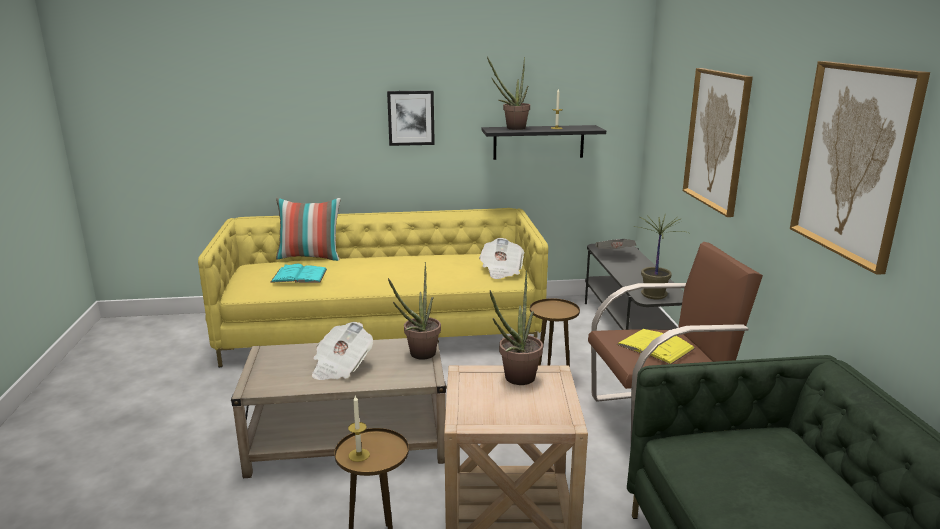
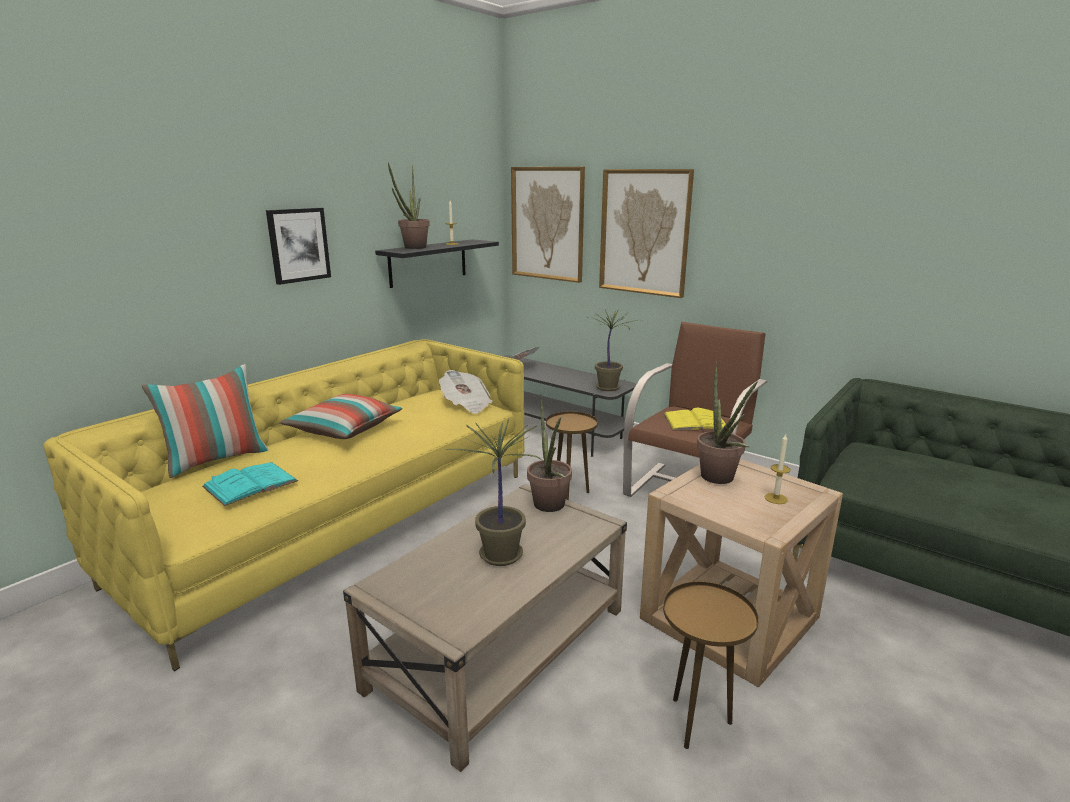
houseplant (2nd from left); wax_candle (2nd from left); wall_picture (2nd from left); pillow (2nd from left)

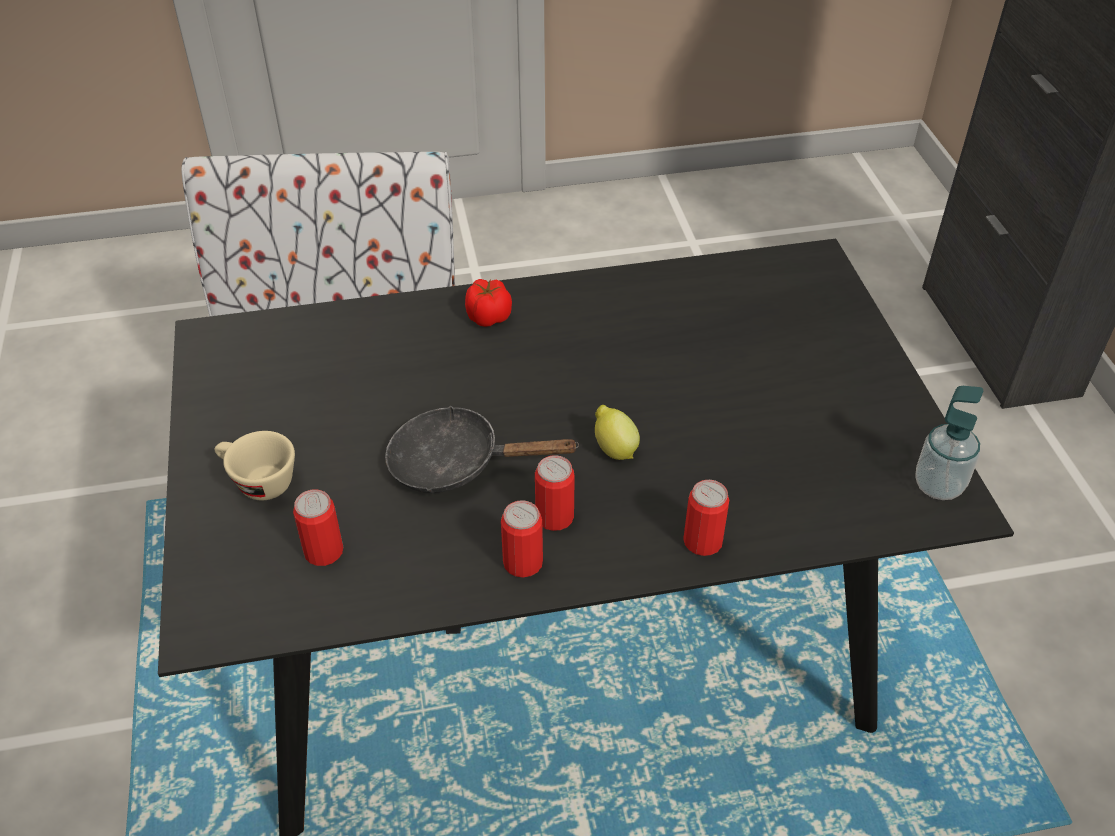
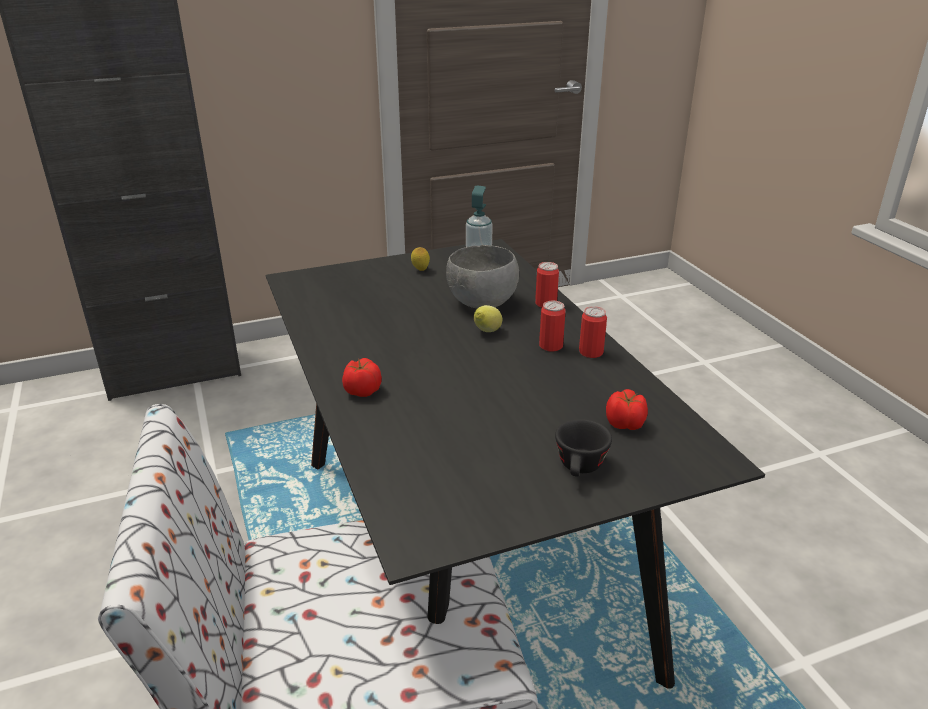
black-coloured_drinking_cup; tomato (2nd from left); black-coloured_skillet; whole_lemon (1st from left); gray_deep_dish

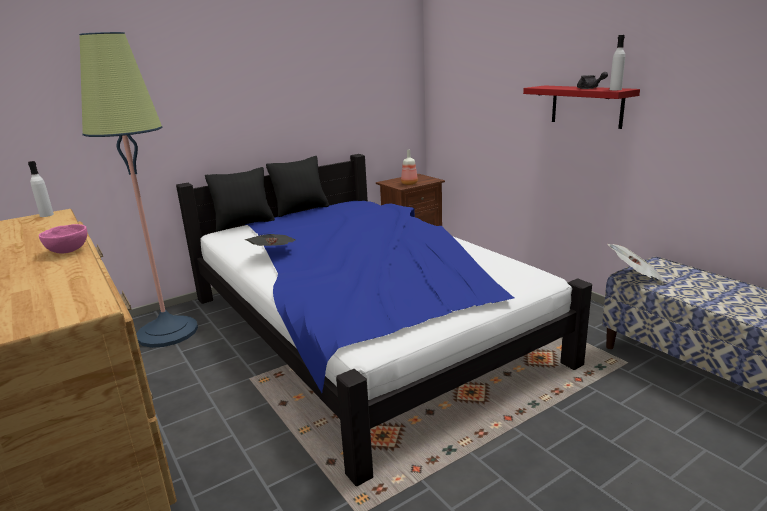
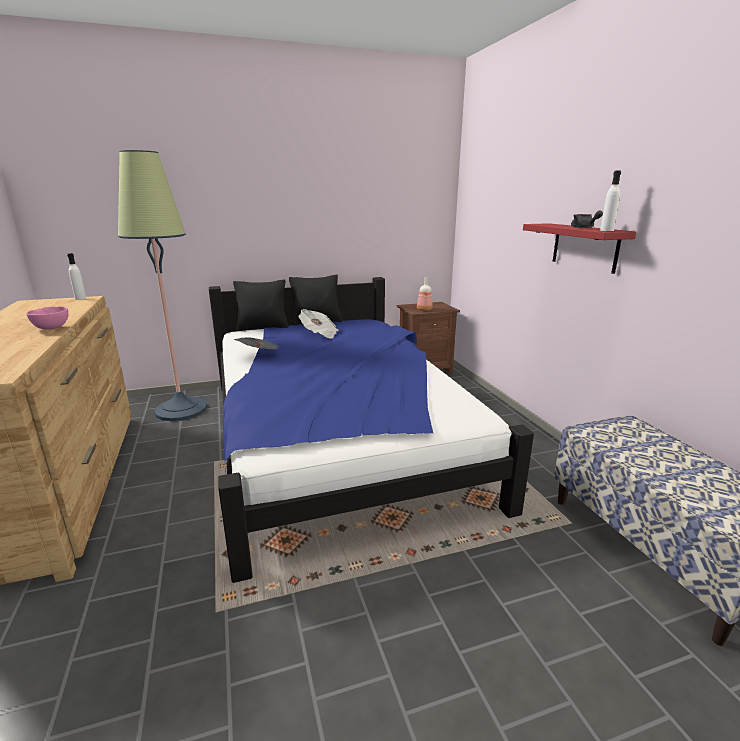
daily_paper (2nd from left)

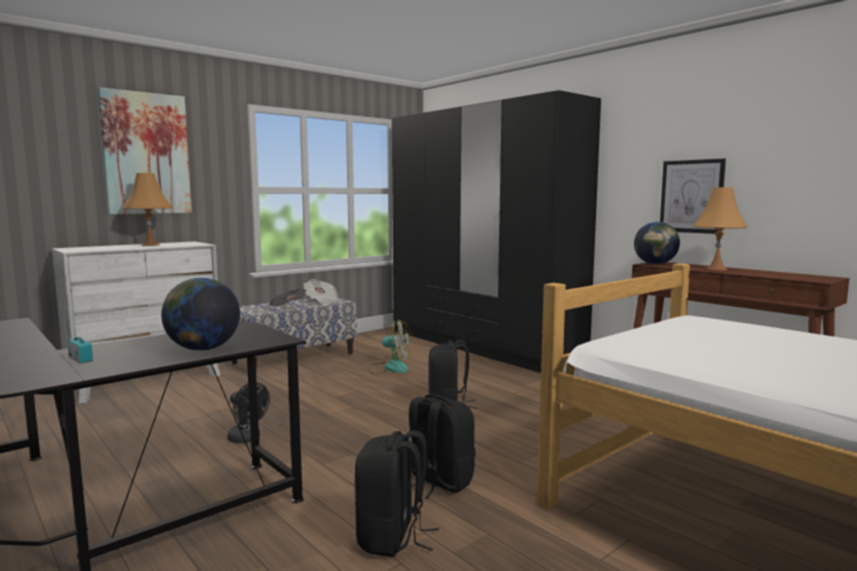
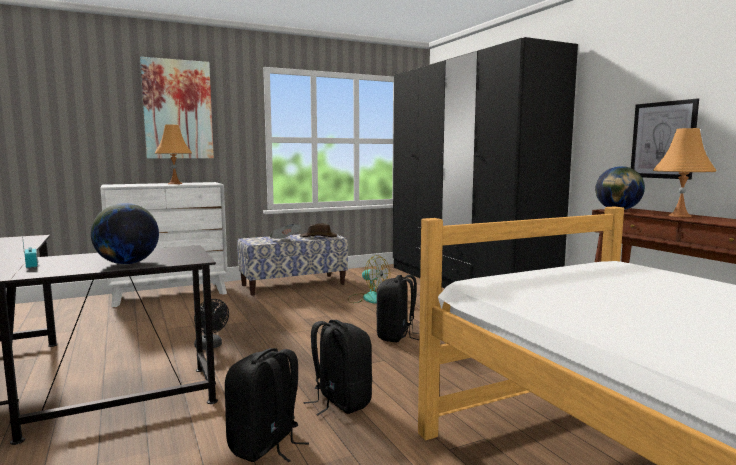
brown-coloured_clothing_hat

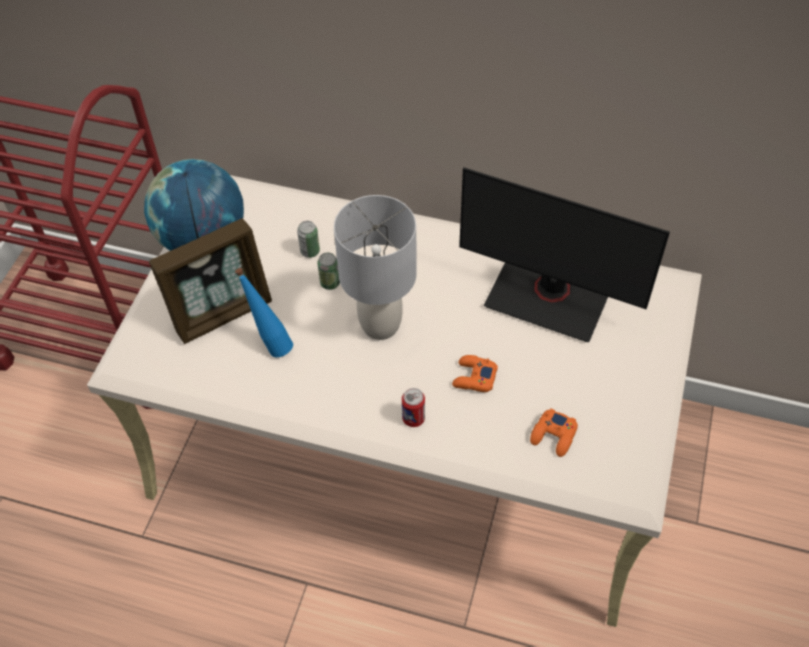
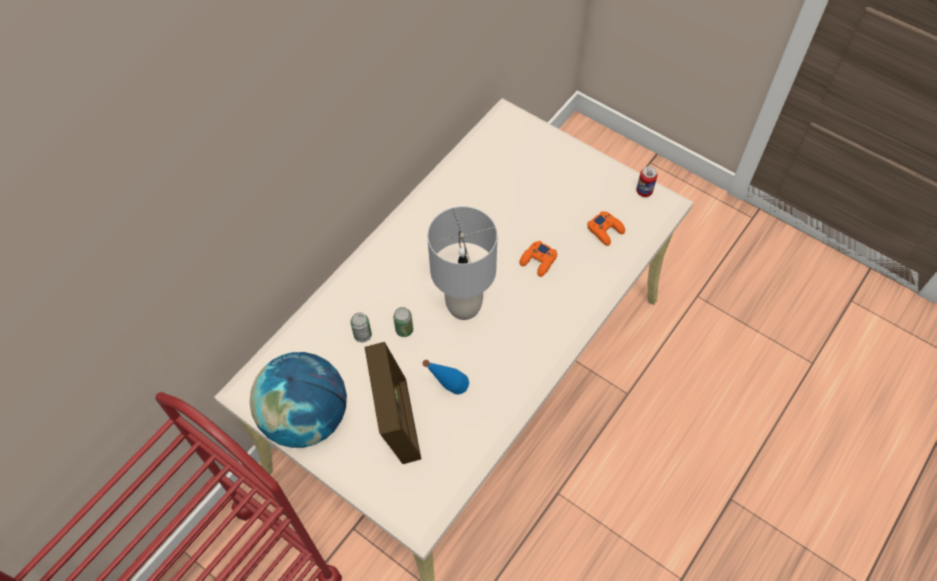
metal_can (3rd from left); computer_display

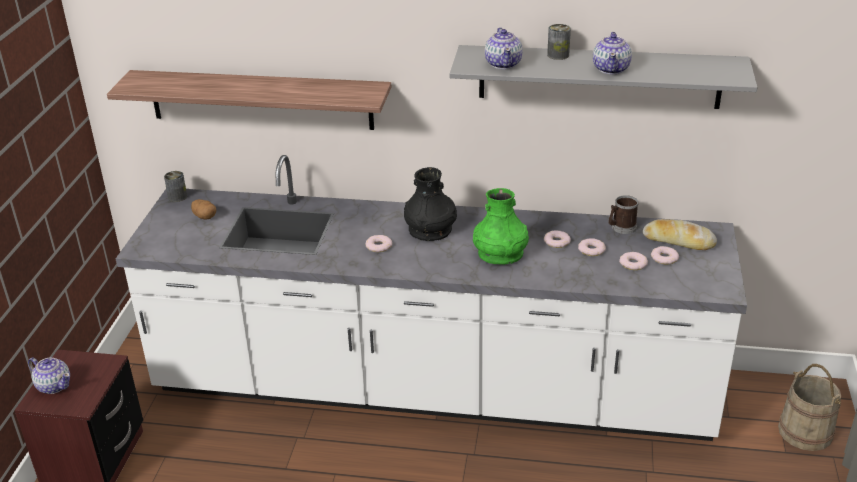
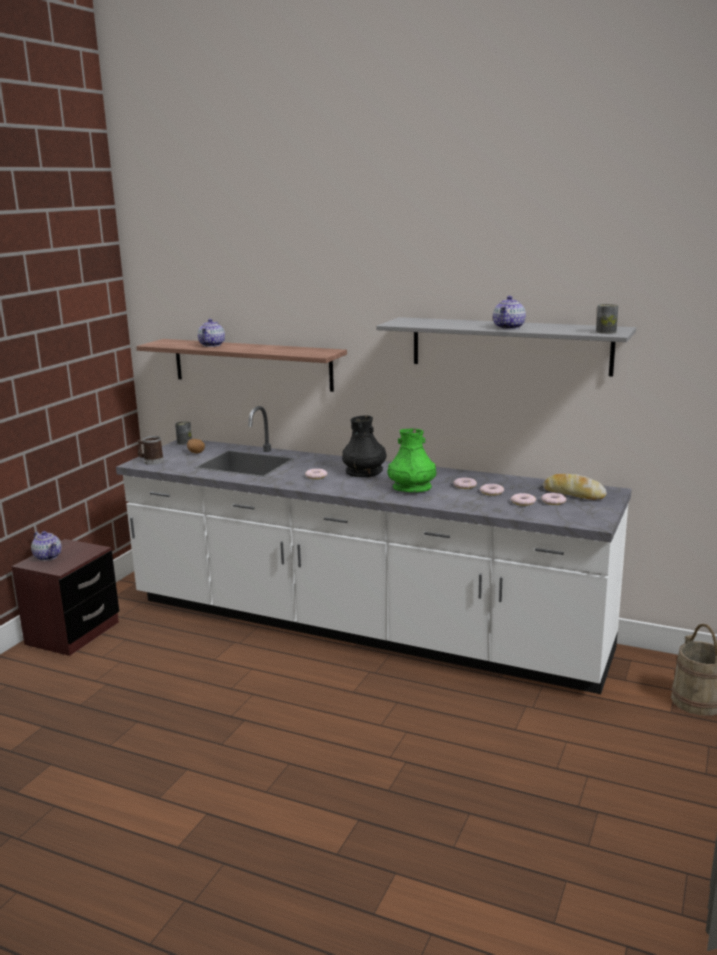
pot_for_tea (2nd from left); metal_can (2nd from left); coffee_mug

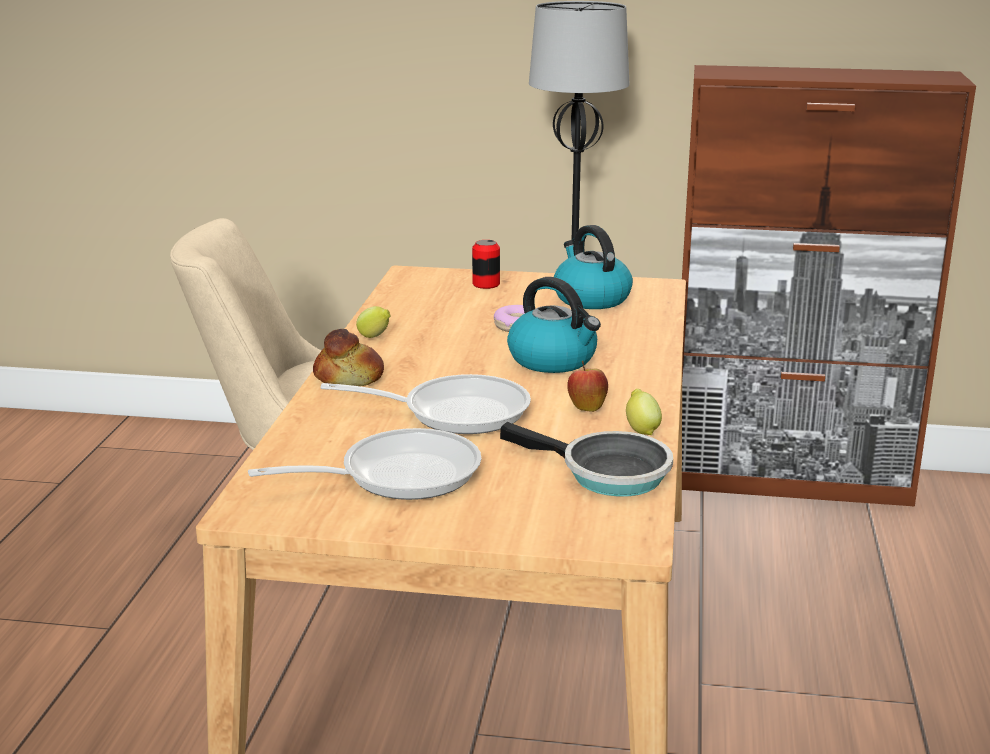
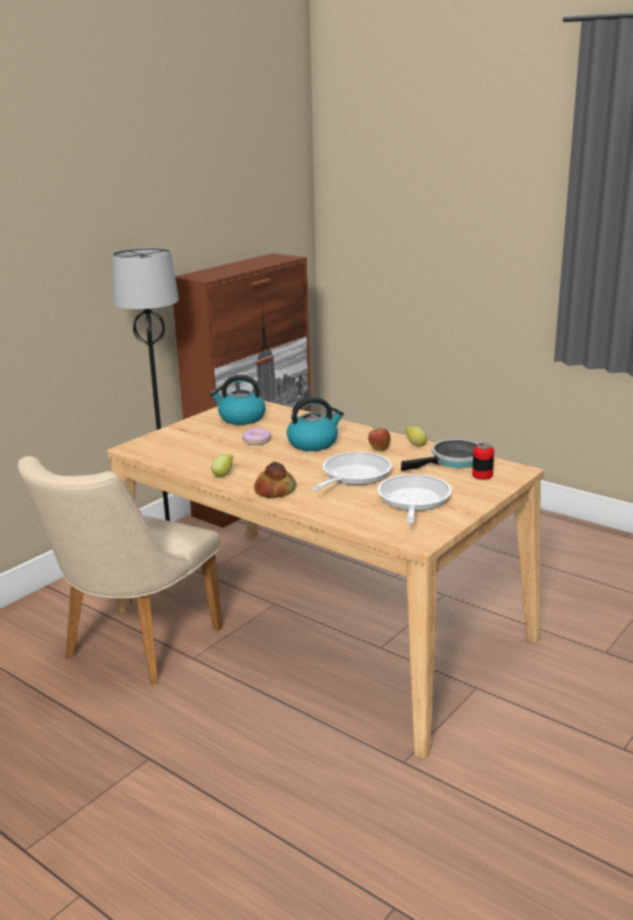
metal_can

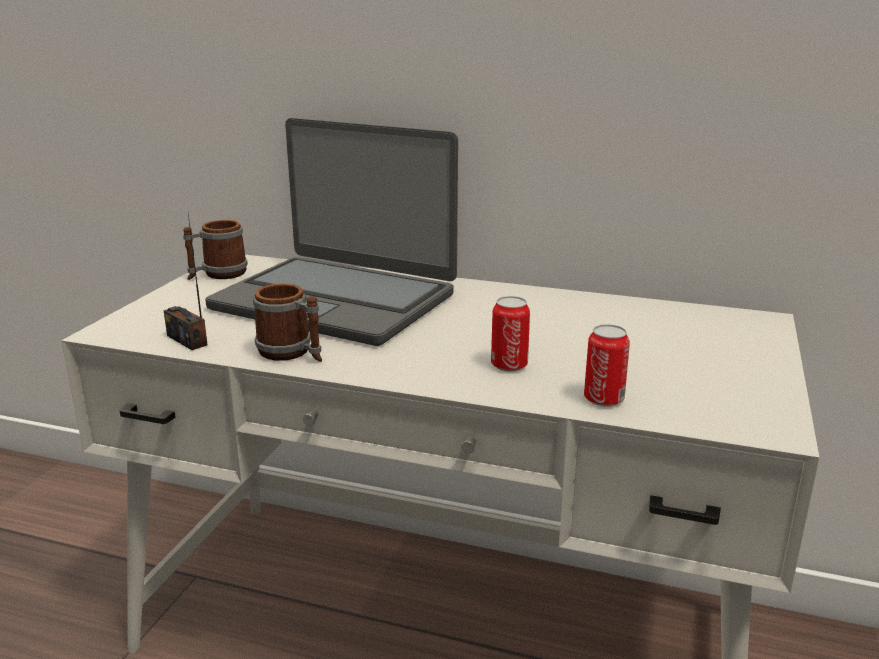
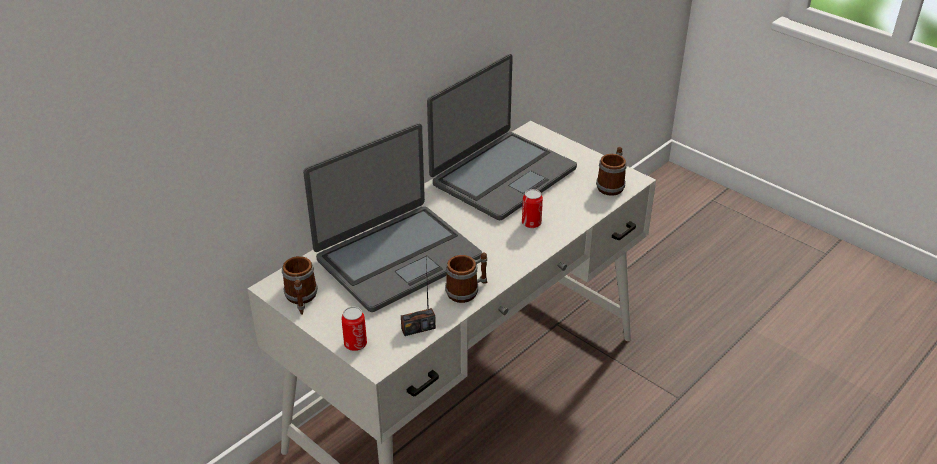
metal_can (1st from left); laptop (2nd from left); coffee_mug (3rd from left)

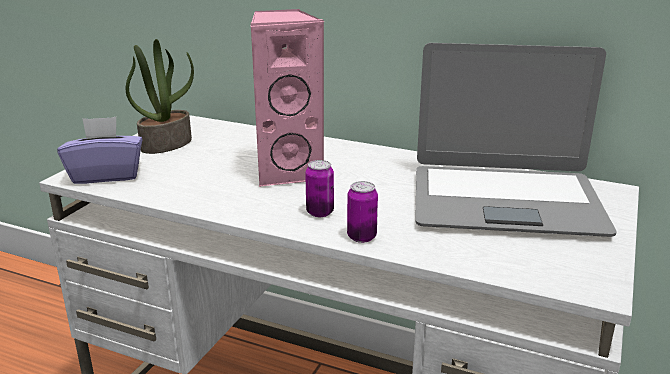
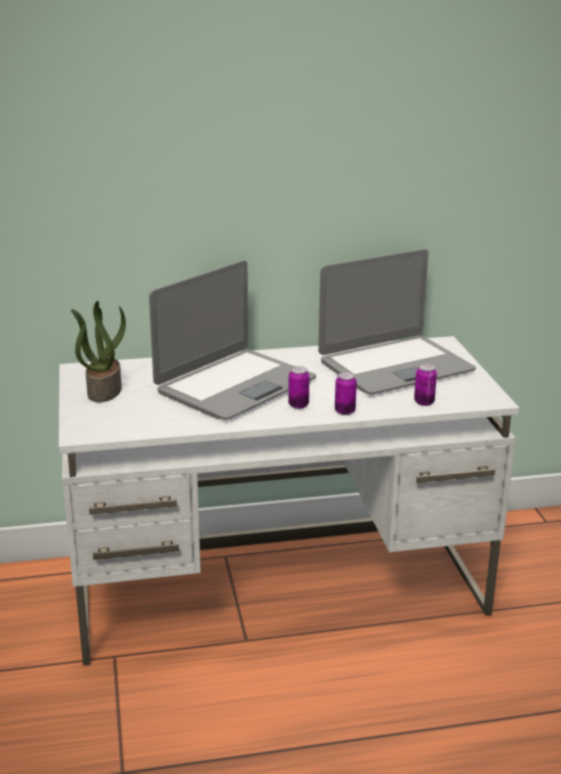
purple_tissue_box; laptop (1st from left); metal_can (3rd from left)

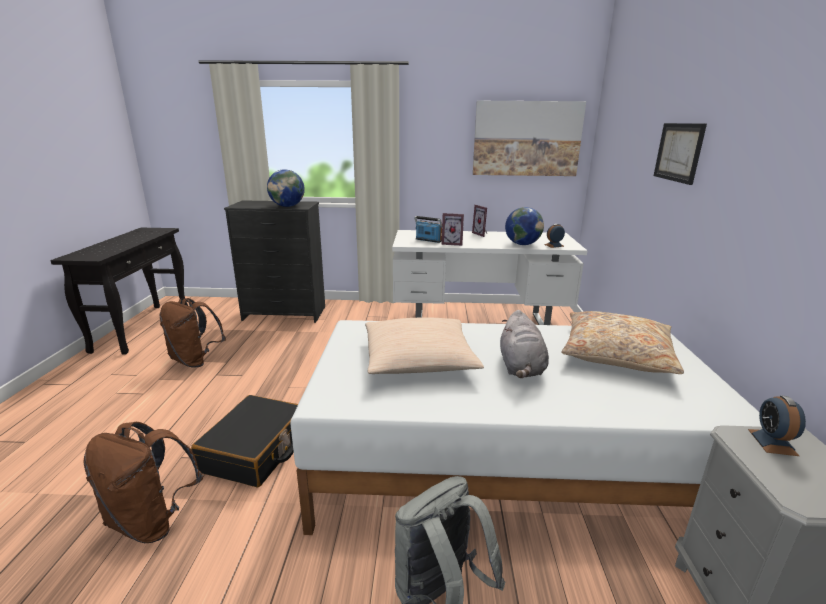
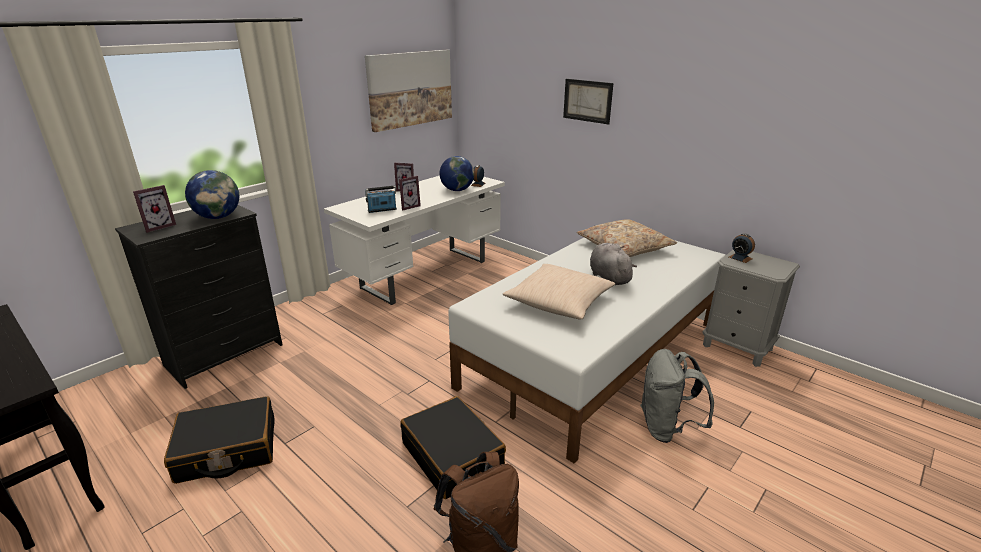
black-coloured_suitcase (1st from left); gray_plush_toy; standing_frame (1st from left)

